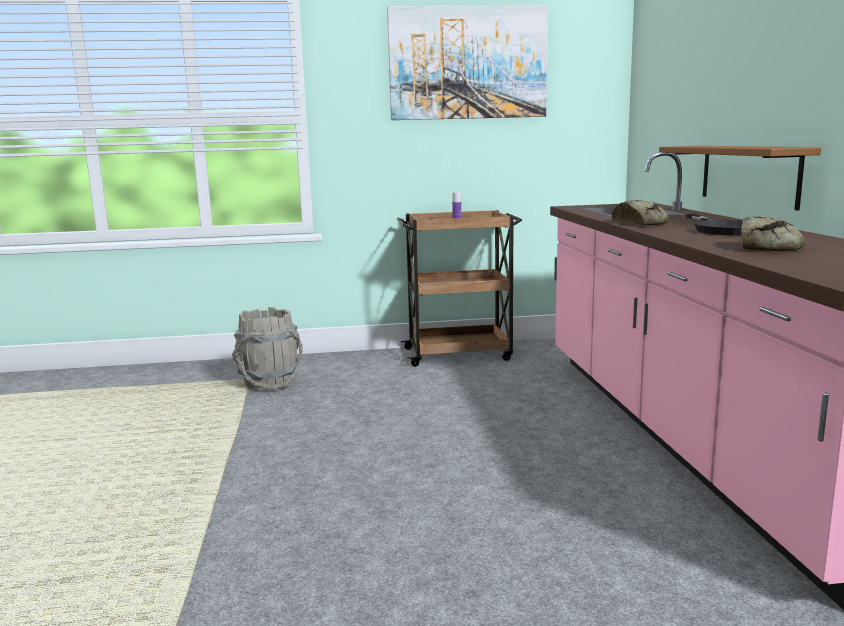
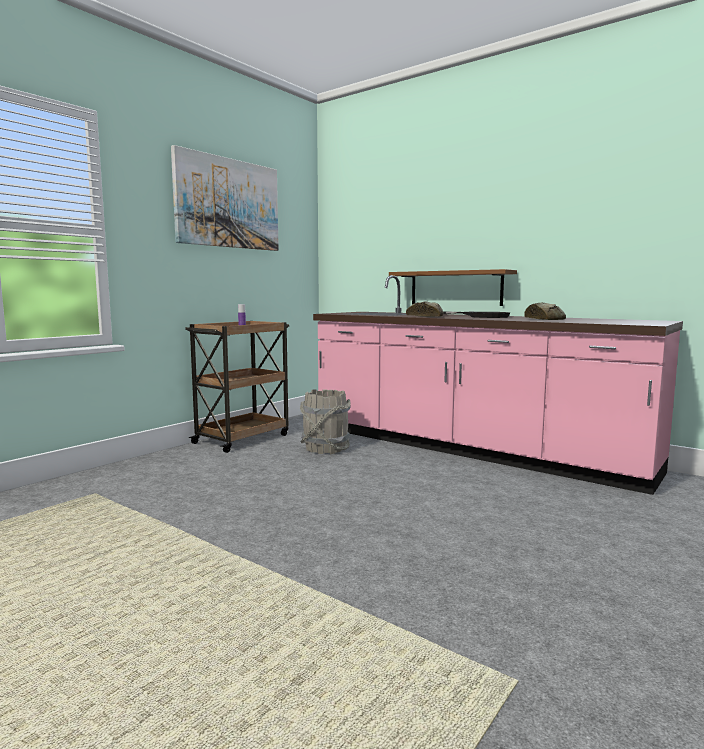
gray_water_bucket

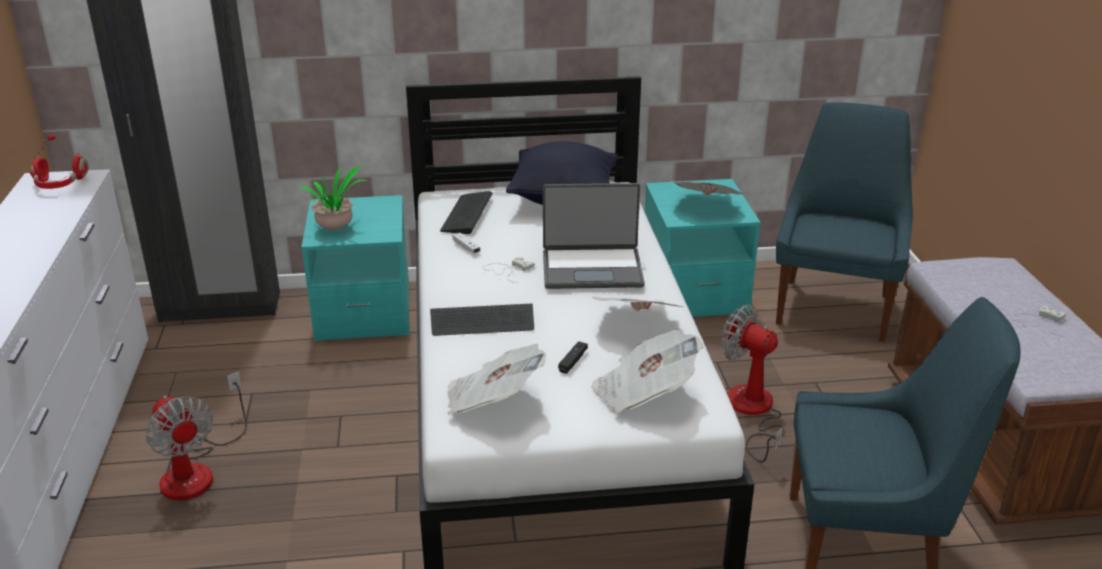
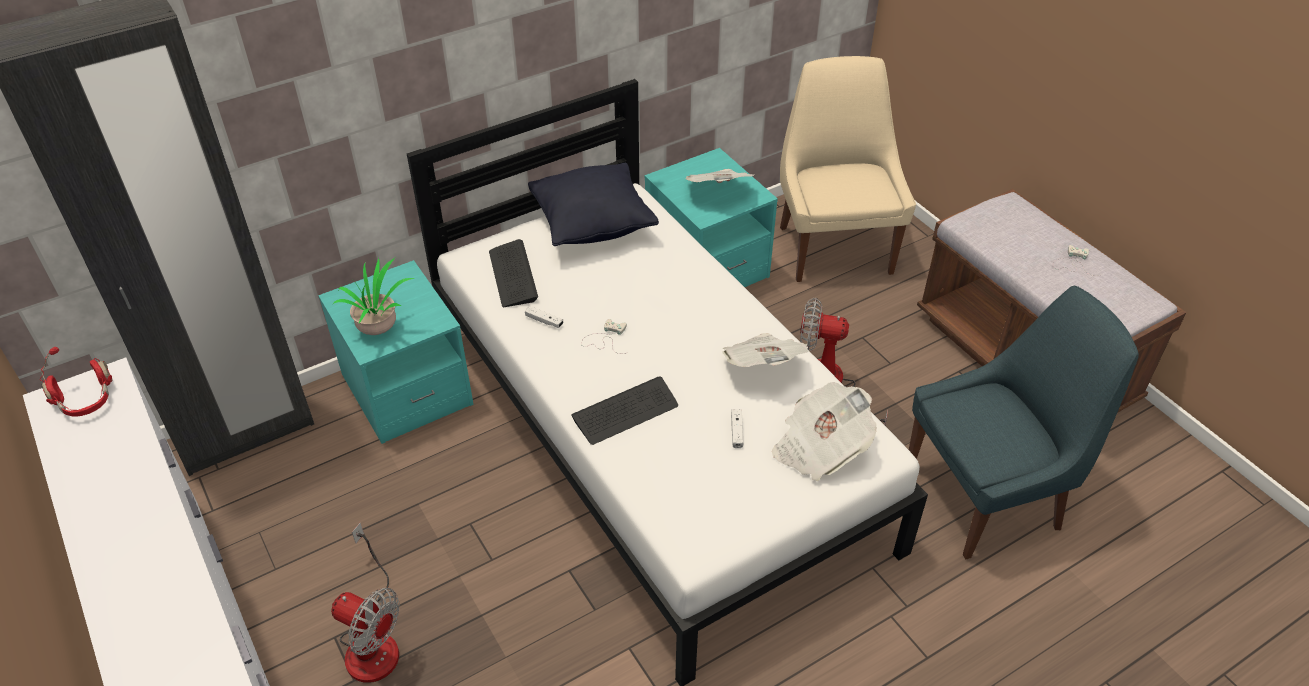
daily_paper (1st from left in the first image); laptop; white_gamepad (3rd from left); beige-coloured_plain_chair

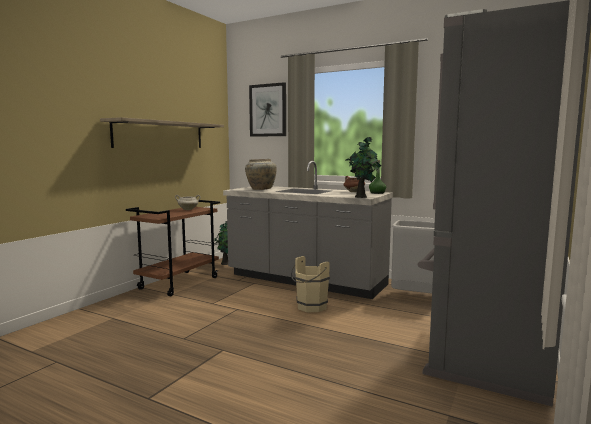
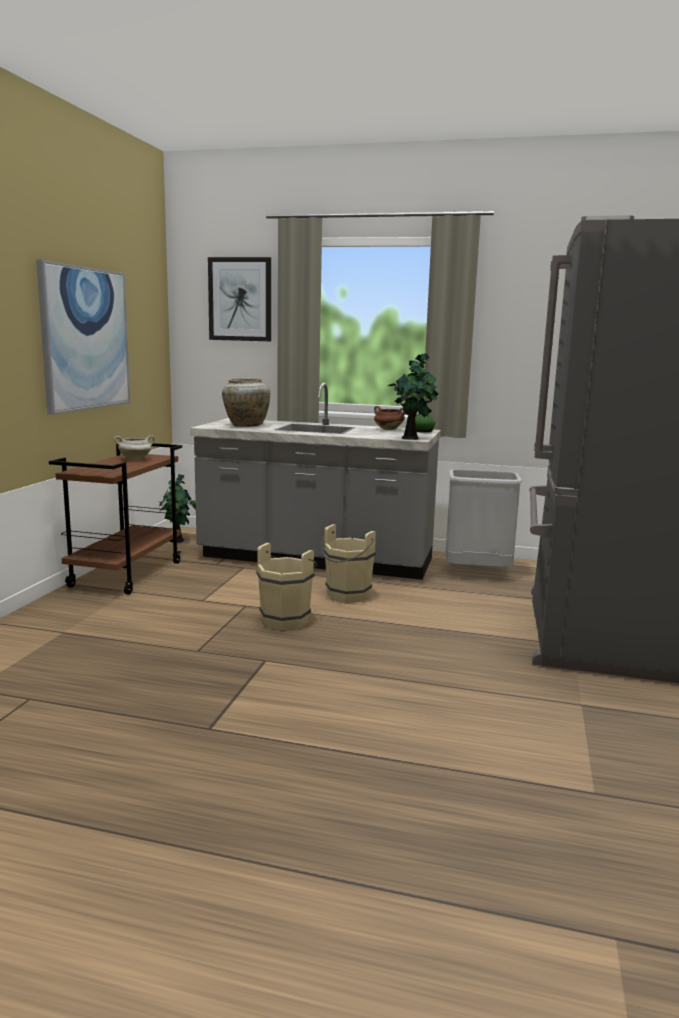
wall_picture (1st from left); beige-coloured_water_bucket (1st from left)

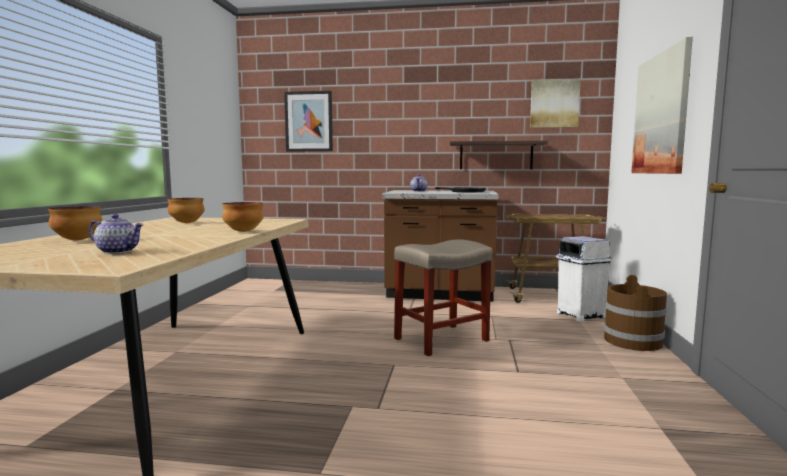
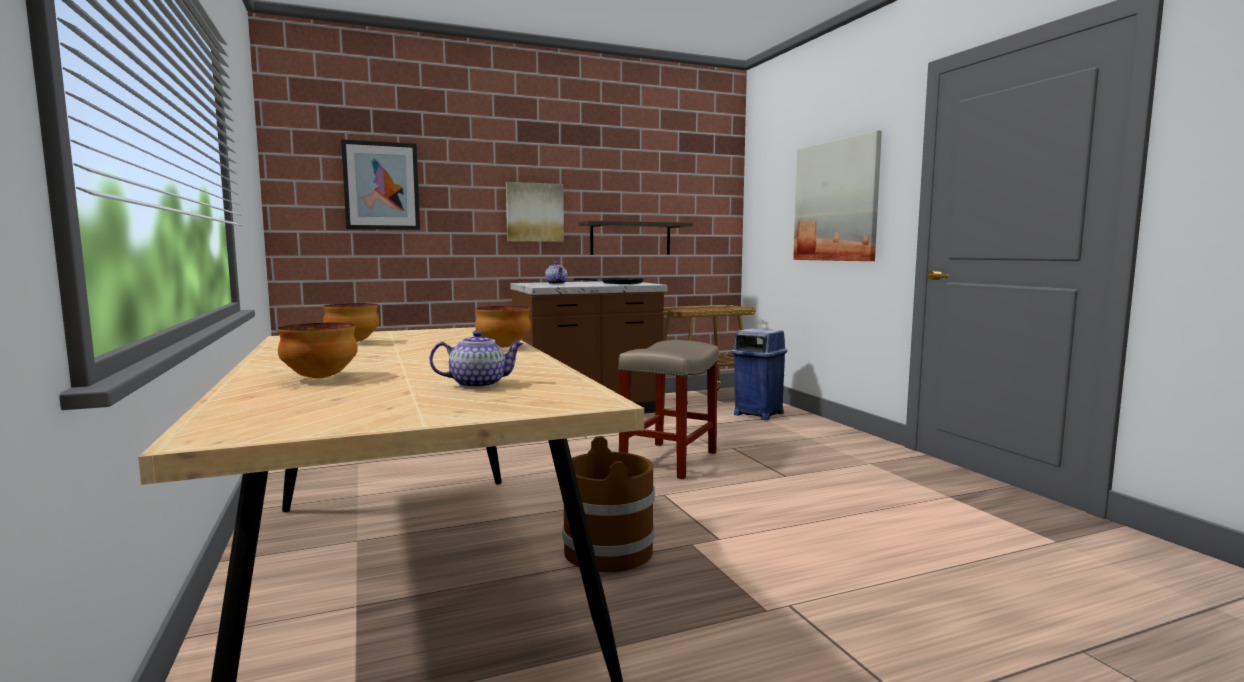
wall_picture (2nd from left); bluish_trash_can; brown-coloured_water_bucket

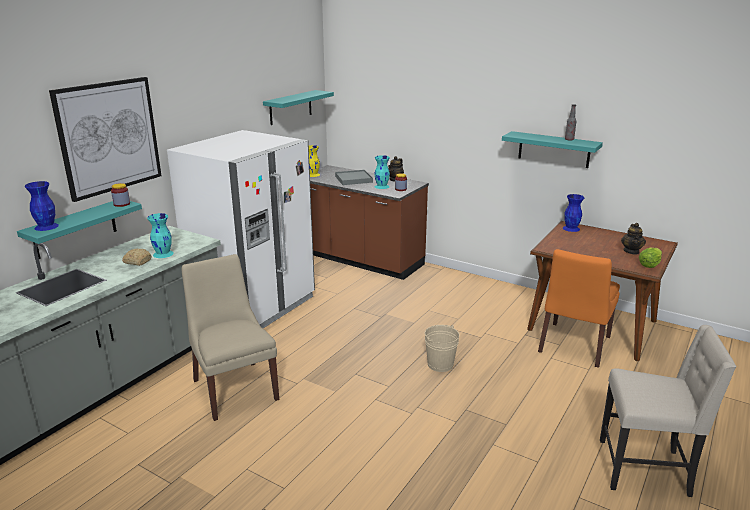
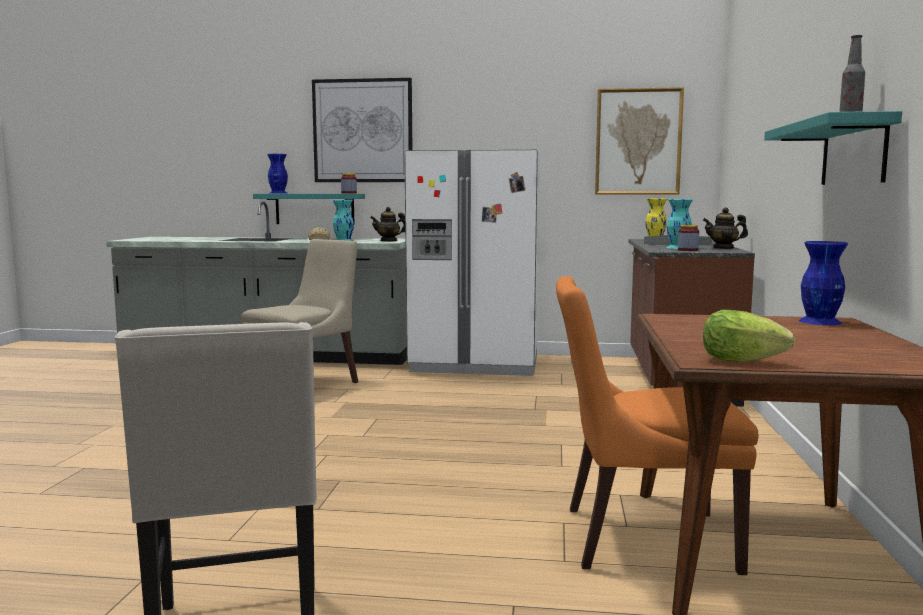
wall_picture (2nd from left); beige-coloured_water_bucket; pot_for_tea (1st from left)

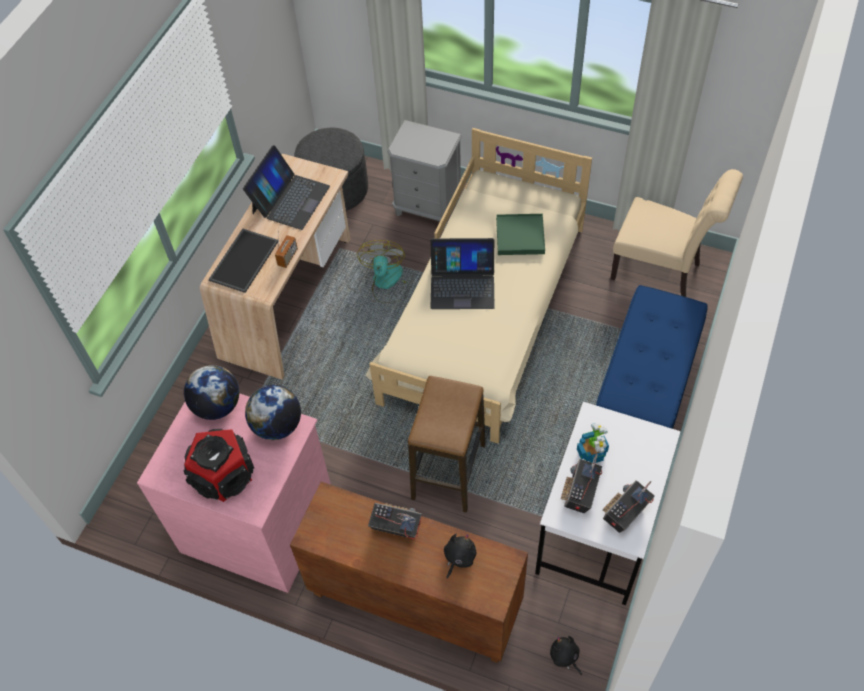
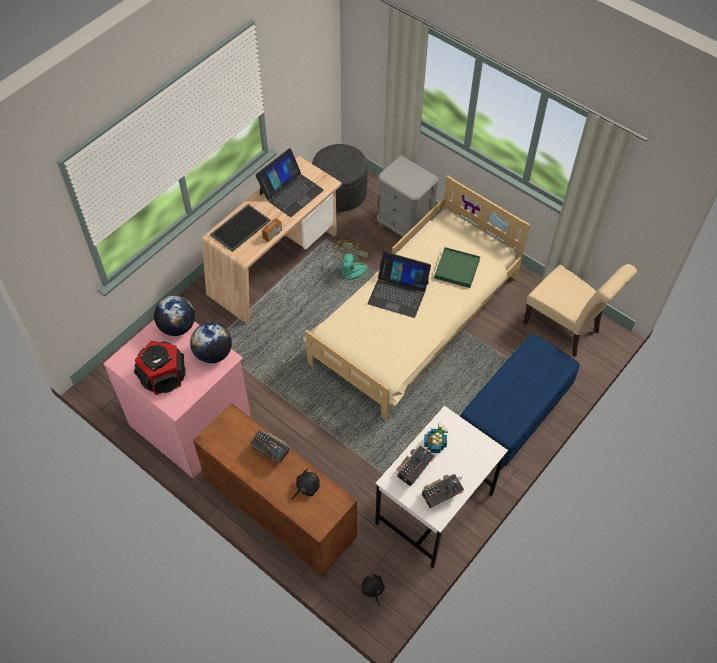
sitting_stool

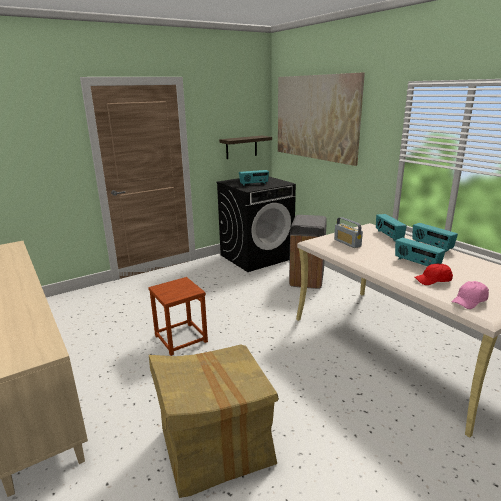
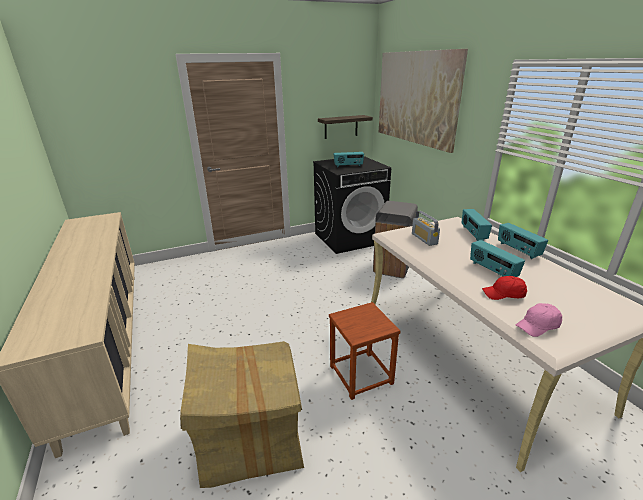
brown-coloured_sitting_stool

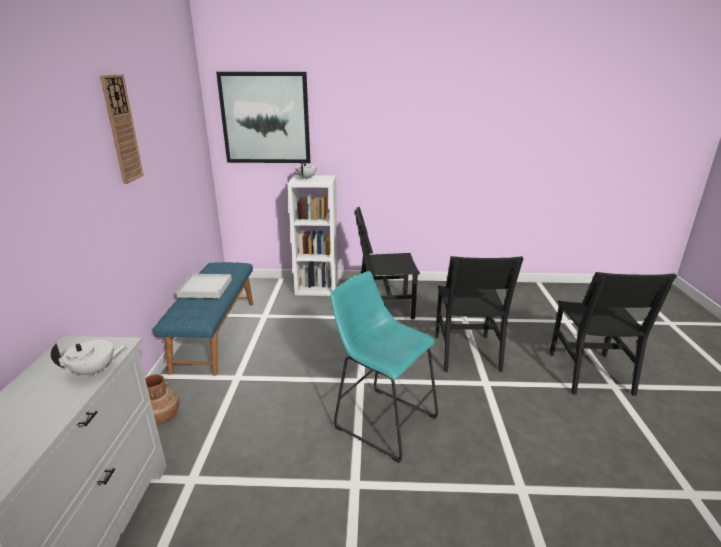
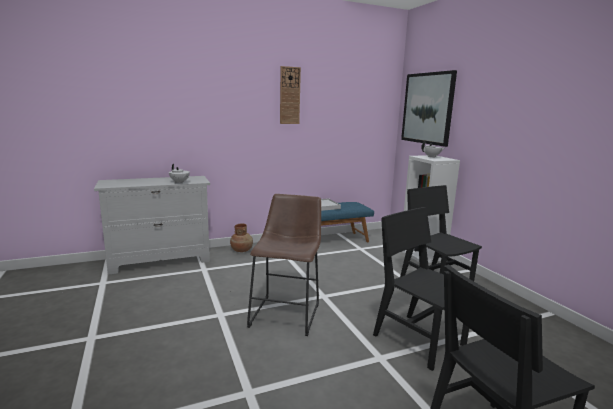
brown-coloured_sitting_stool; black-coloured_plain_chair (1st from left)

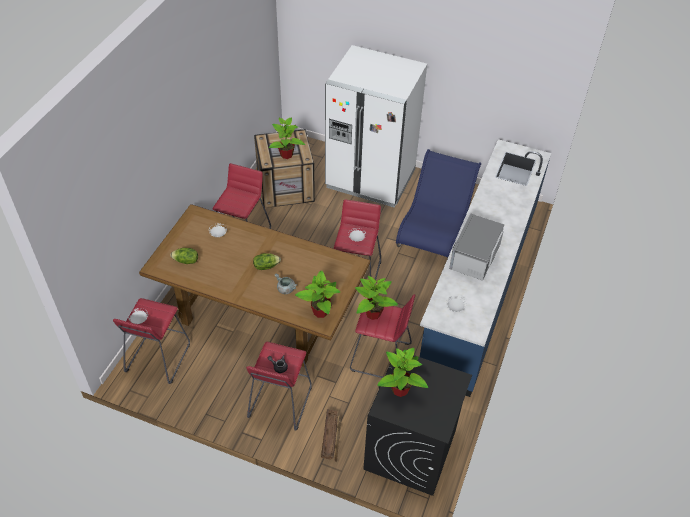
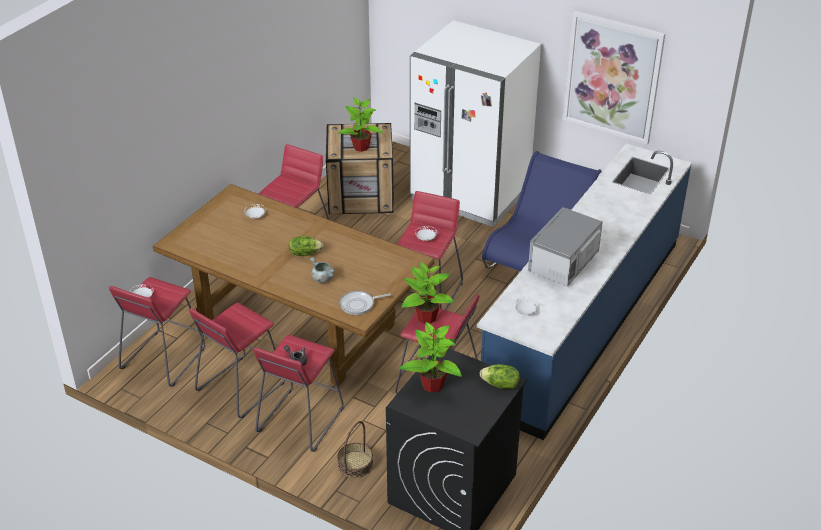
head_of_lettuce (2nd from left); skillet; household_basket; red-coloured_sitting_stool (2nd from left); wall_picture

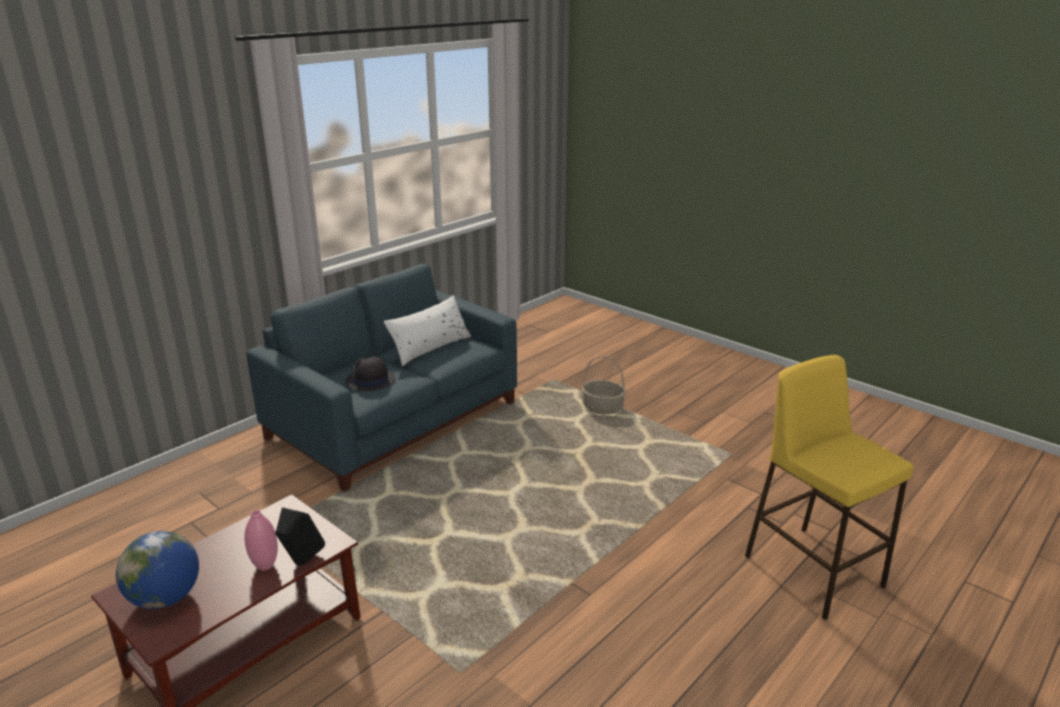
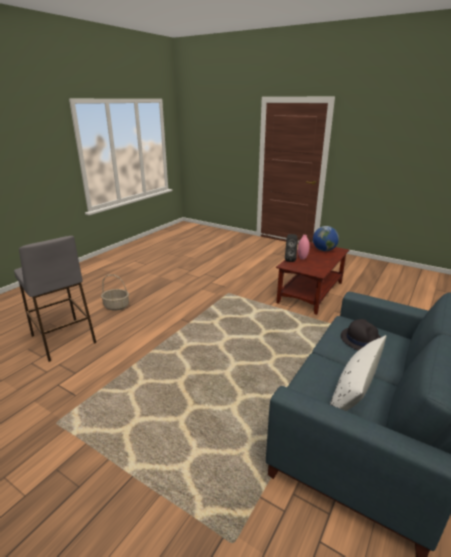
household_basket; gray_sitting_stool

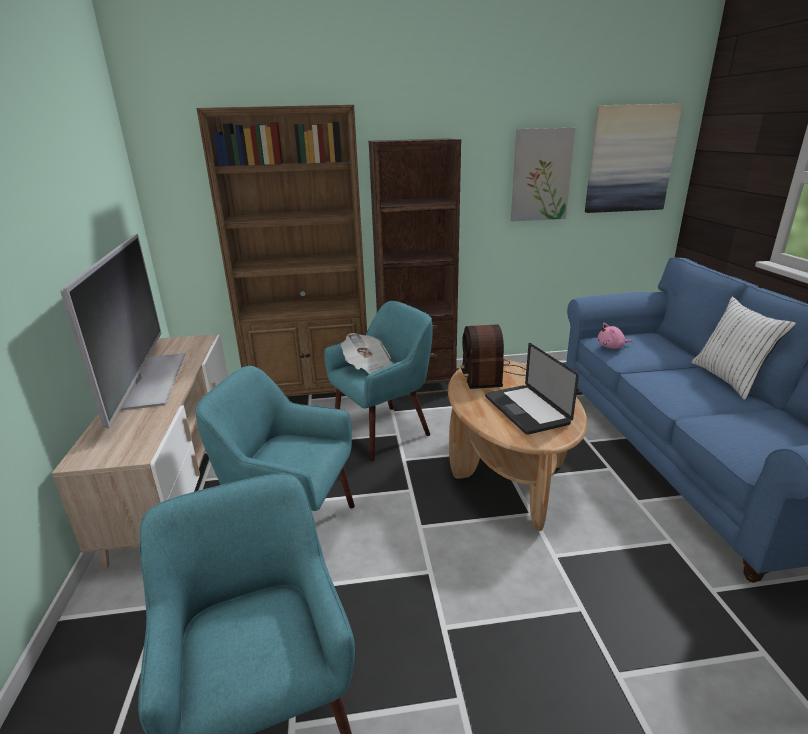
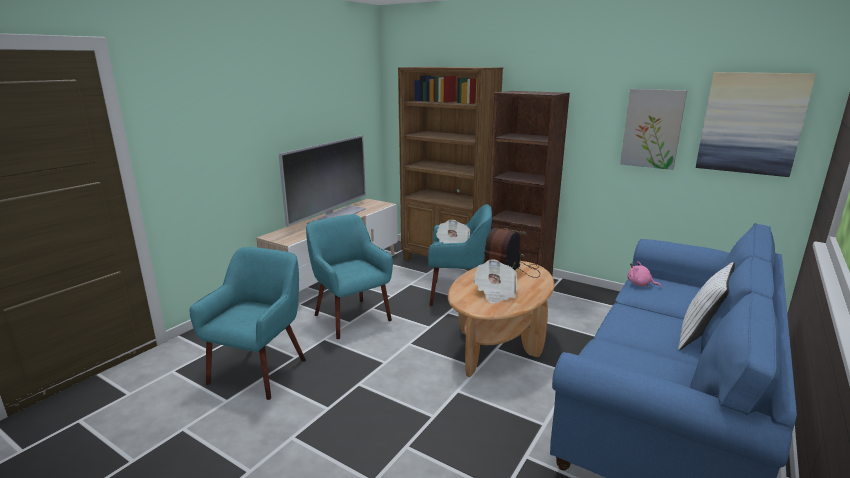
daily_paper (2nd from left)

